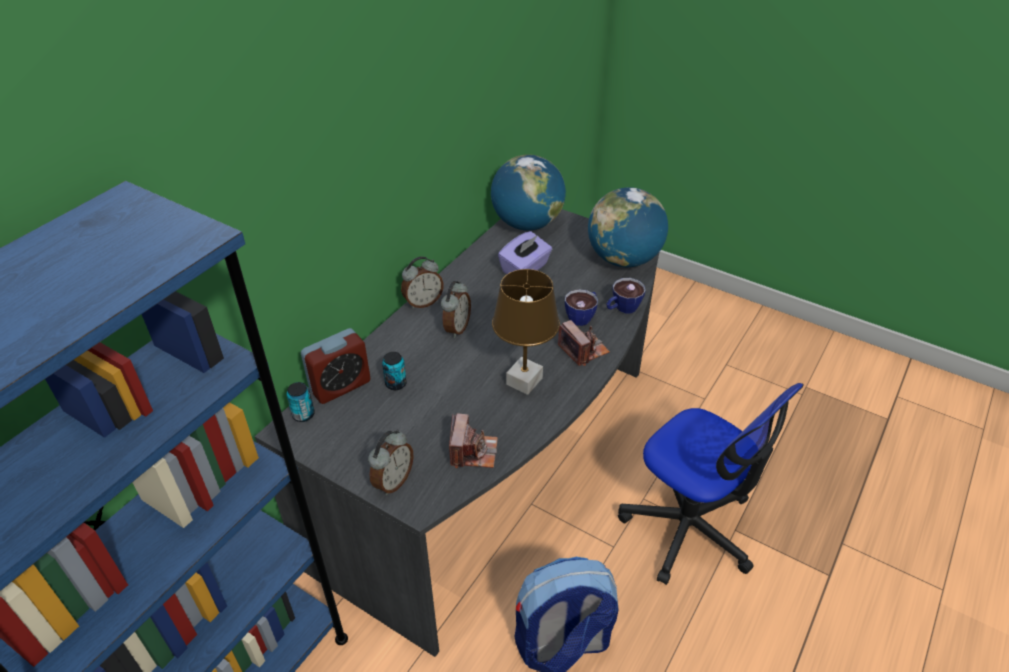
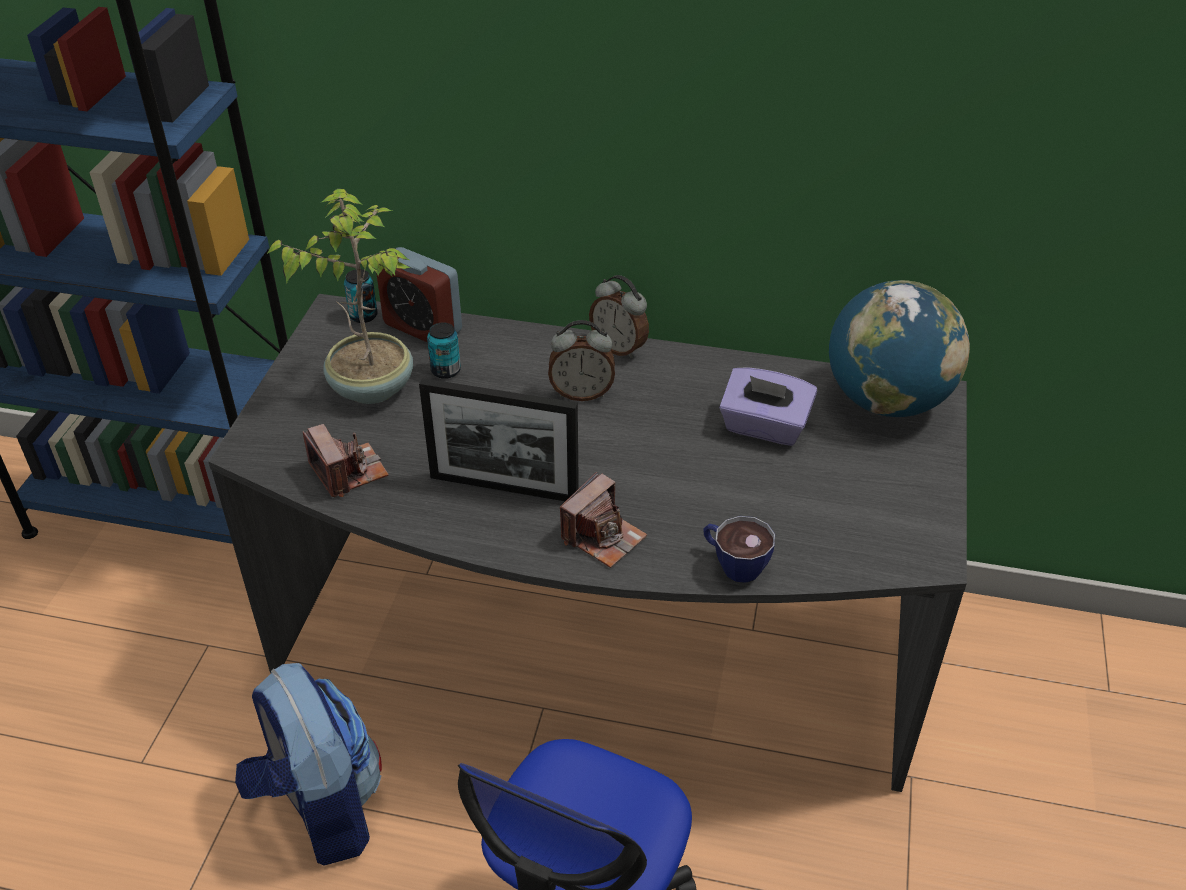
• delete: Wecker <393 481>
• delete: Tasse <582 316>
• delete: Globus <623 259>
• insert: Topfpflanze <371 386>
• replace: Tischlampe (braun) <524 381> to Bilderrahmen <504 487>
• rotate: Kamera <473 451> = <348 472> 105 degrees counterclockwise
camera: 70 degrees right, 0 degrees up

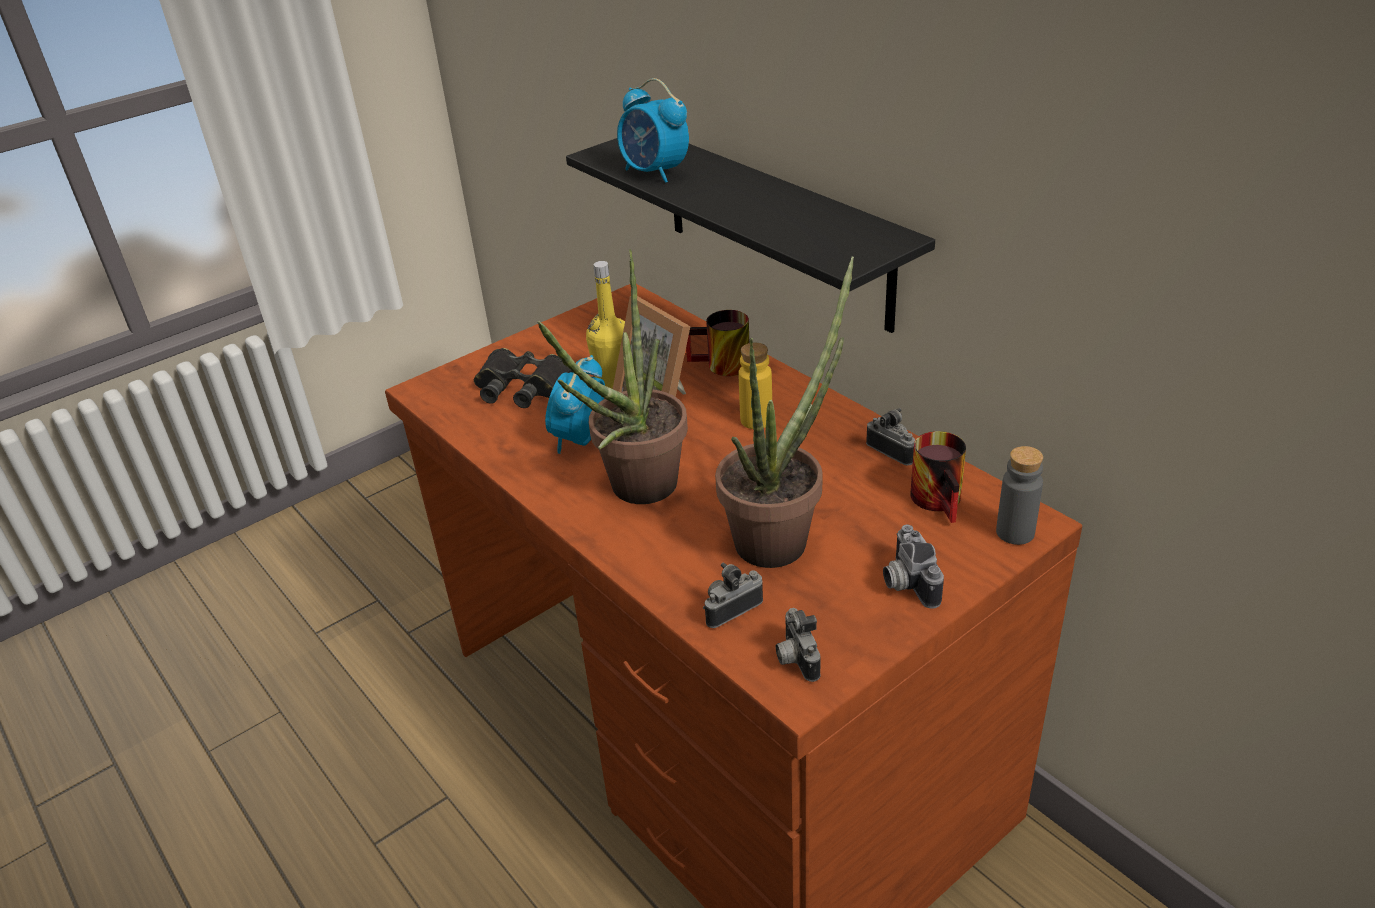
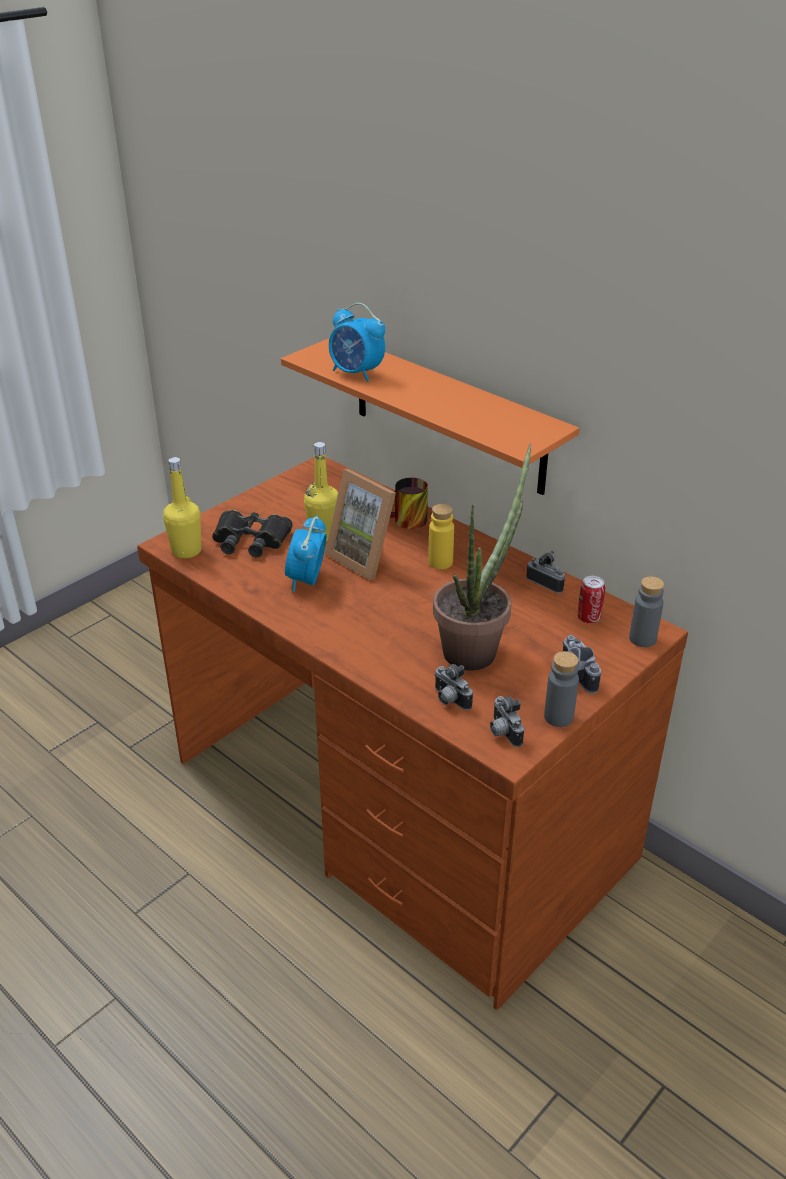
• delete: Topfpflanze <635 493>
• insert: Flasche (gelb) <186 551>
• insert: Flasche (grau) <558 717>
• replace: Henkelbecher <943 500> to Dose <588 618>
• recolor: Wandregal (schwarz) <775 227> to Wandregal (orange) <448 415>
• rotate: Kamera <730 609> = <449 700> 90 degrees counterclockwise
camera: 10 degrees left, 0 degrees up

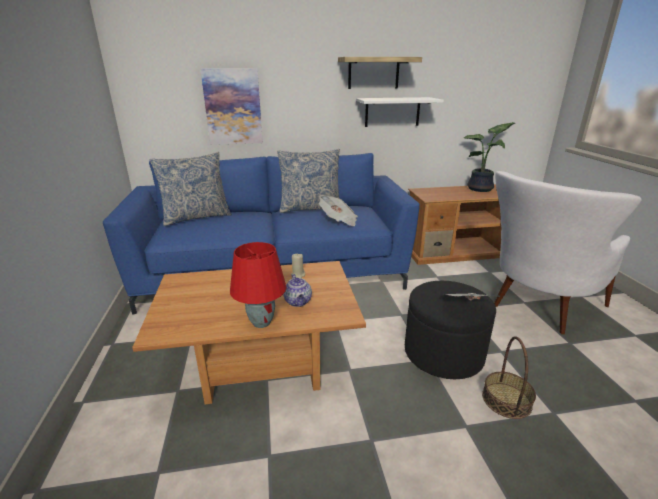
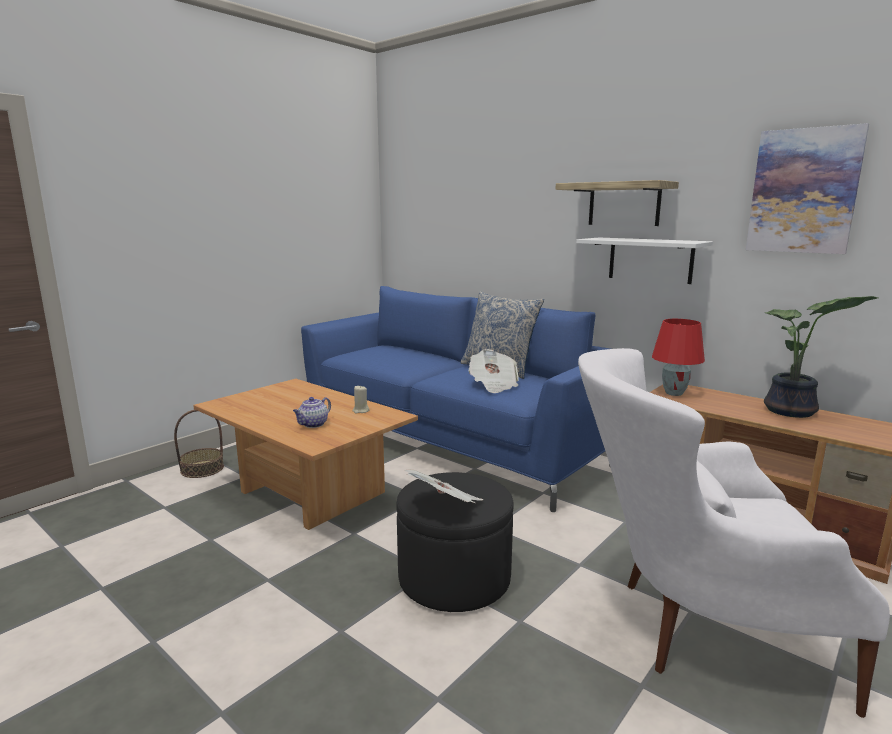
• delete: Kissen <196 217>
• move: Bild <233 107> to <803 191>
• move: Tischlampe (rot) <261 322> to <674 393>
• move: Korb <506 400> to <202 469>
camera: 50 degrees right, 10 degrees down

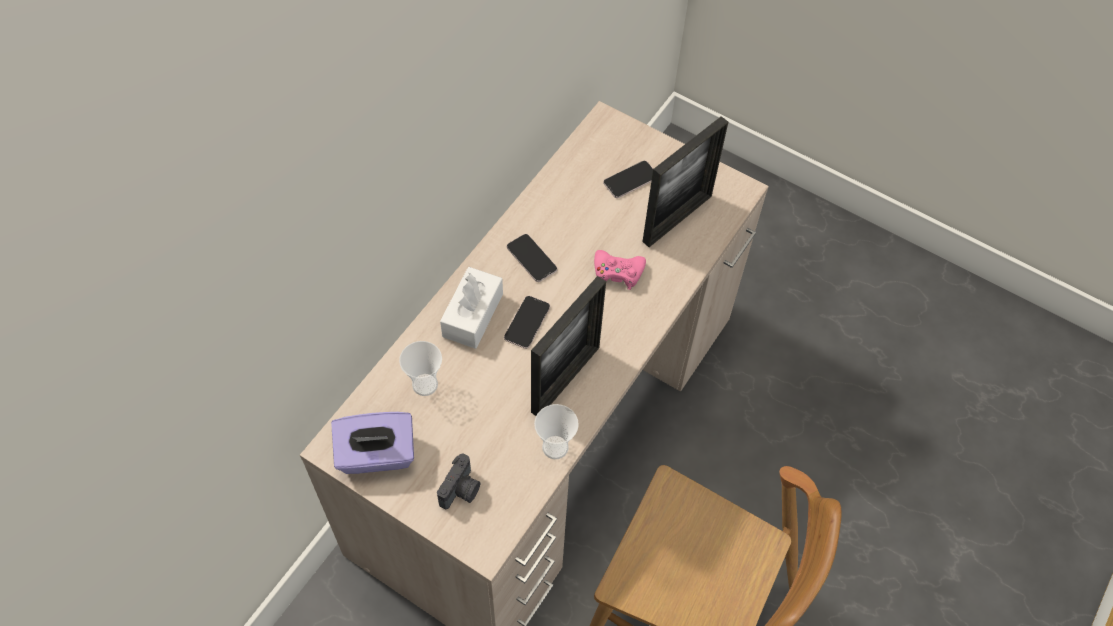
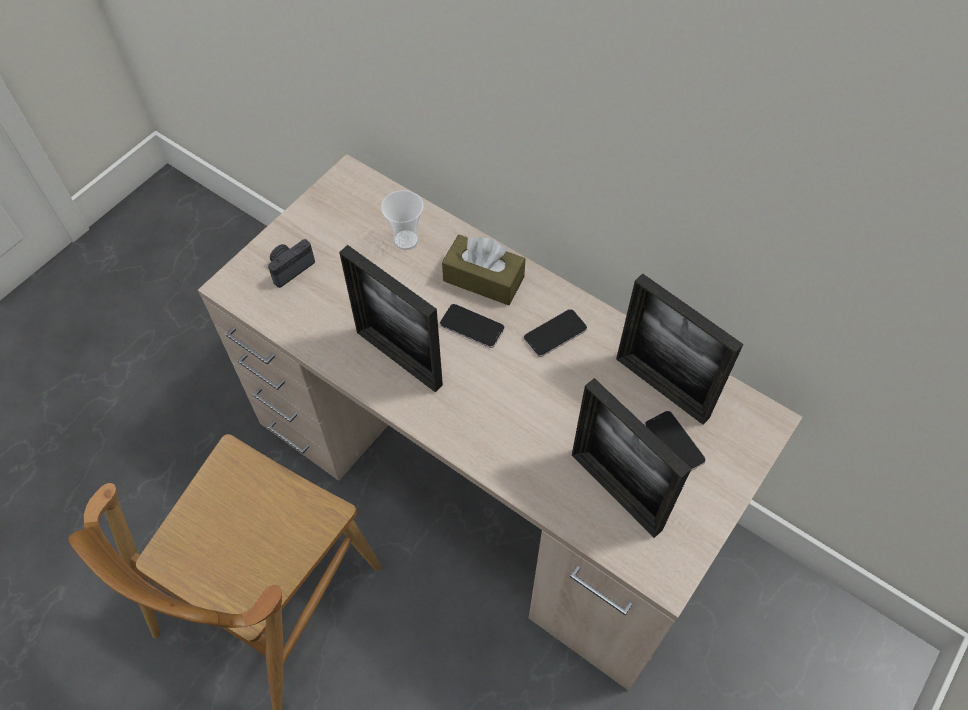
• delete: Taschentuchbox (lila) <377 455>
• delete: Tasse <555 447>
• delete: Gamepad (rosa) <618 272>
• insert: Bilderrahmen <662 387>
• recolor: Taschentuchbox (weiß) <472 315> to Taschentuchbox (braun) <483 279>
• rotate: Kamera <461 490> = <290 268> 105 degrees clockwise
camera: 95 degrees right, 0 degrees up

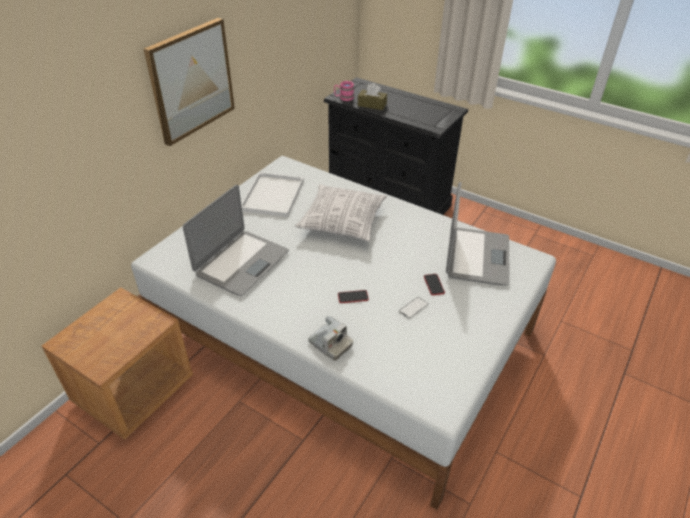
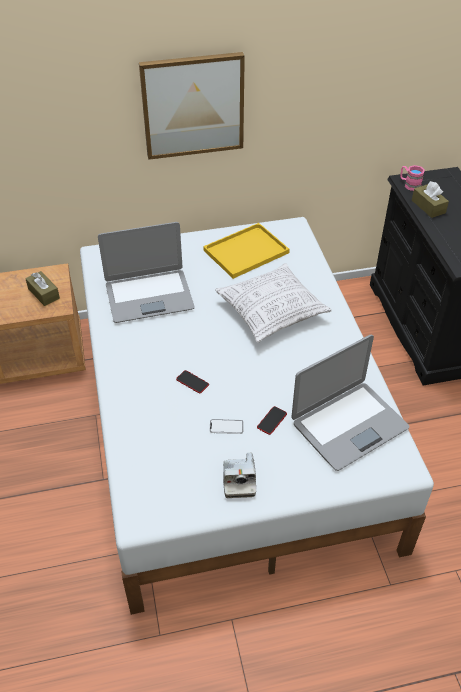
• insert: Taschentuchbox (braun) <43 293>
• move: Kamera <330 344> to <239 480>
• recolor: Tablett (weiß) <273 196> to Tablett (gelb) <245 252>
camera: 45 degrees right, 5 degrees up

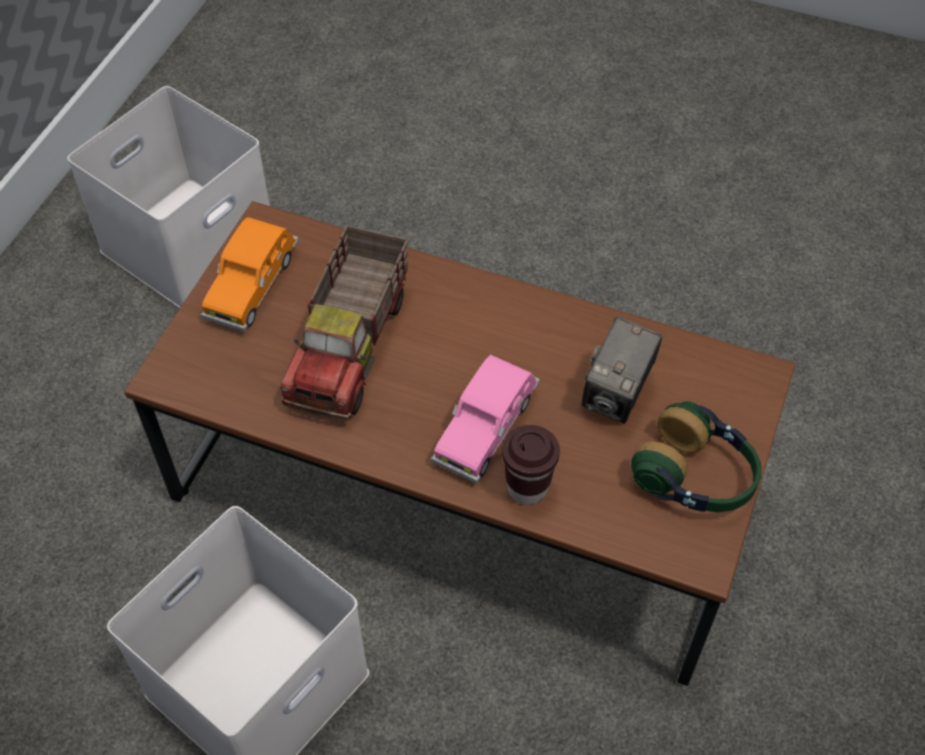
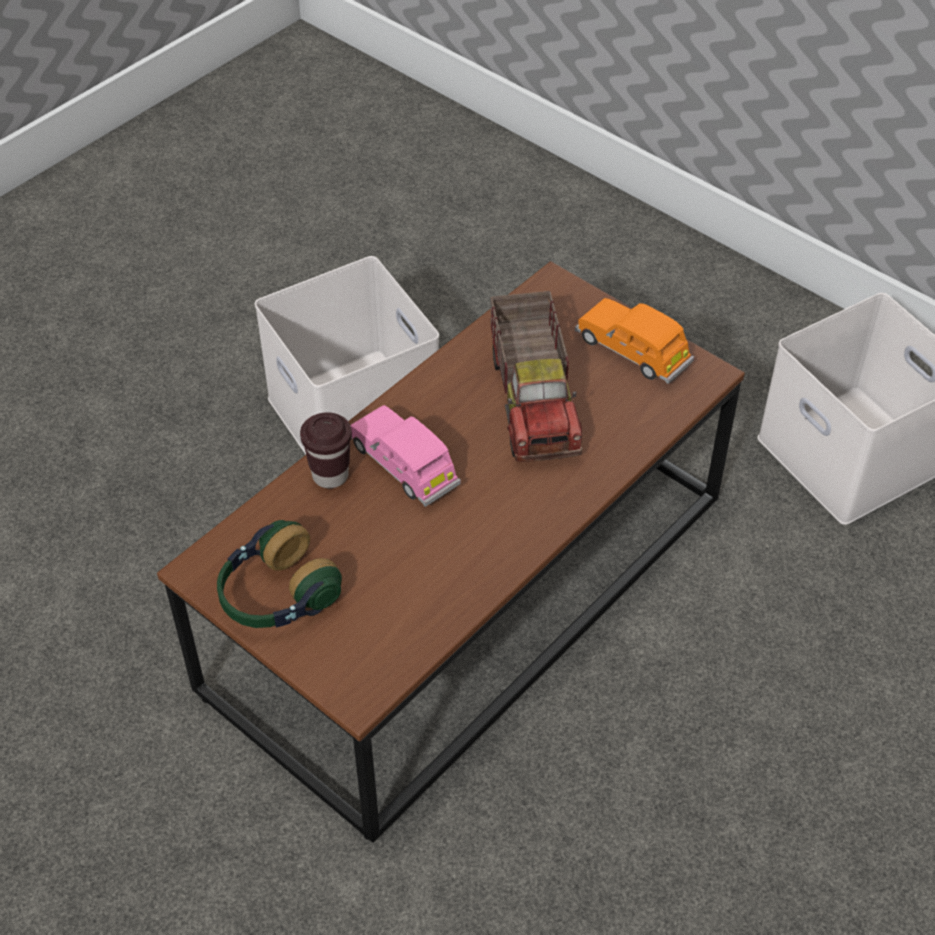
• delete: Kamera <617 394>
• rotate: Spielzeuglaster <352 346> = <534 401> 135 degrees counterclockwise
camera: 110 degrees right, 5 degrees down

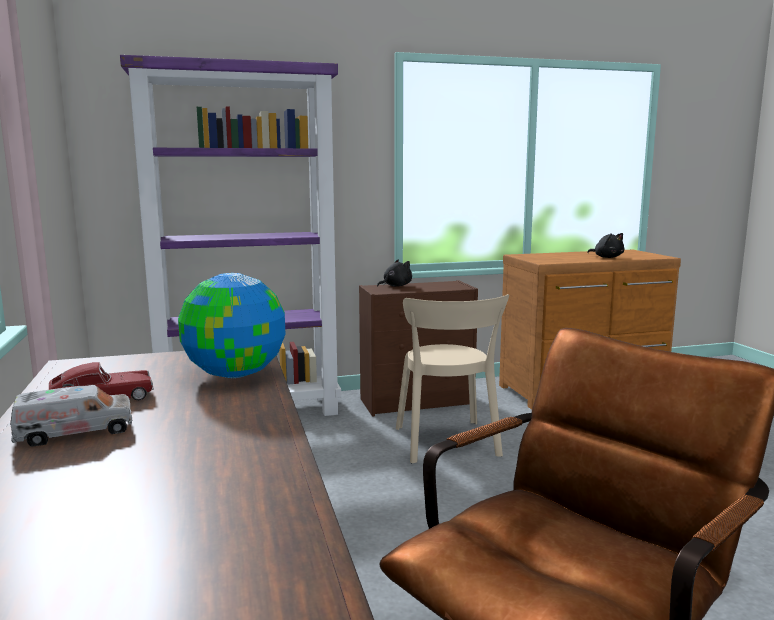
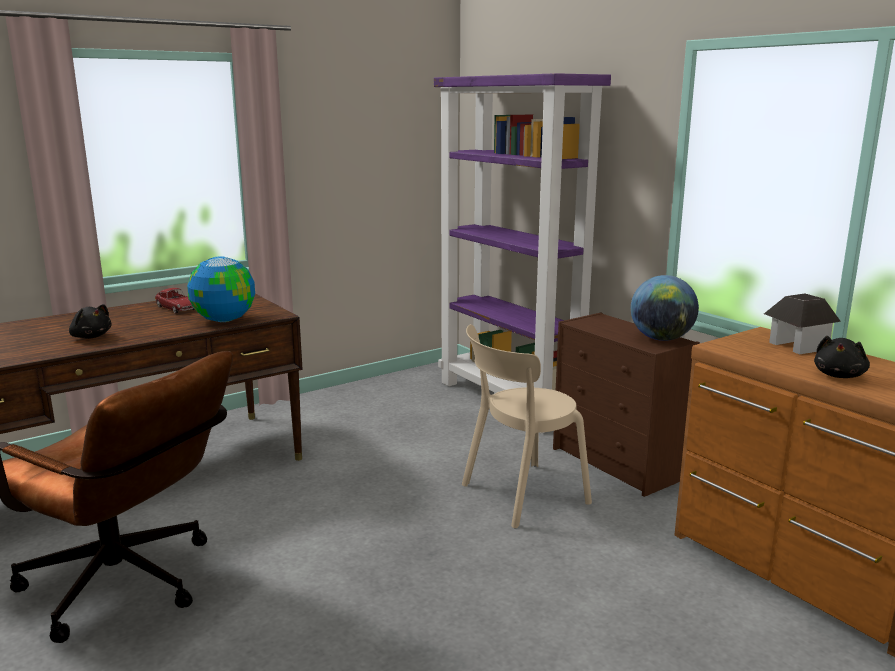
• delete: Spielzeuglaster <75 432>
• insert: Globus <661 339>
• insert: Spielzeughaus <797 346>
• move: Plüschtier (schwarz) <395 286> to <91 337>
camera: 70 degrees right, 5 degrees up

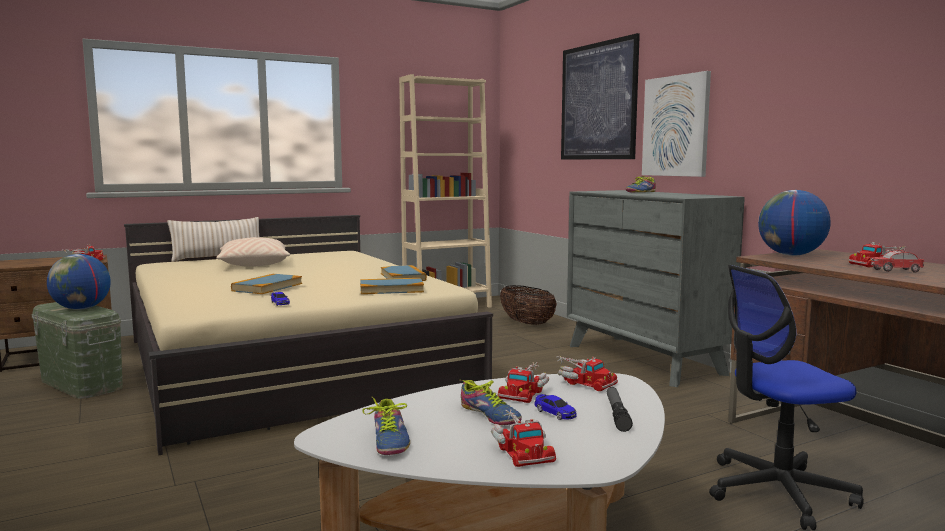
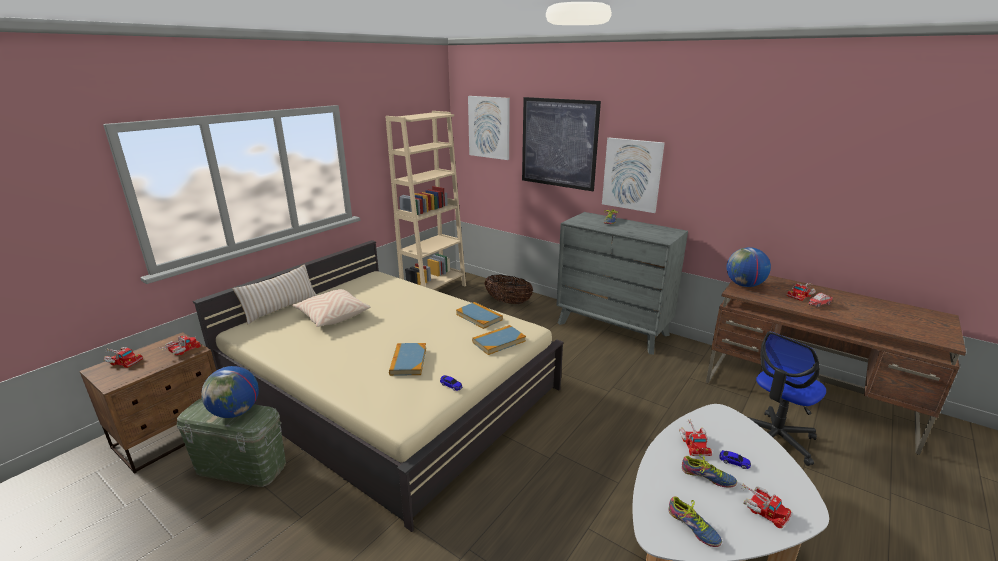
• delete: Taschenlampe <617 414>
• insert: Bild <489 127>
• move: Spielzeuglaster <583 382> to <123 361>
camera: 25 degrees left, 15 degrees up

